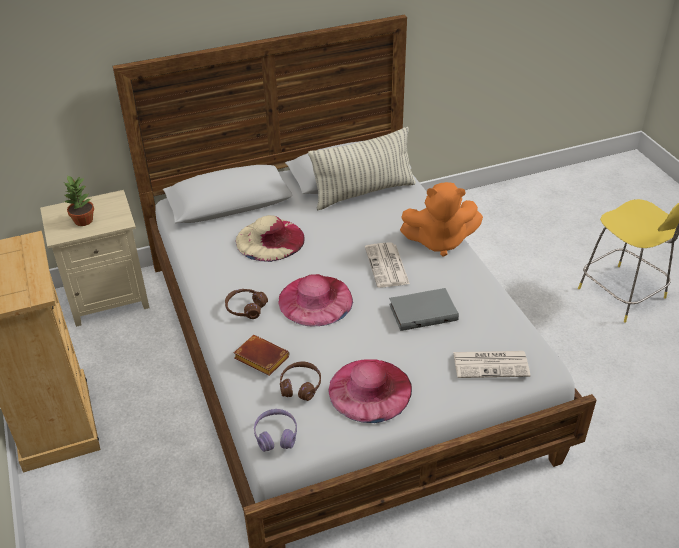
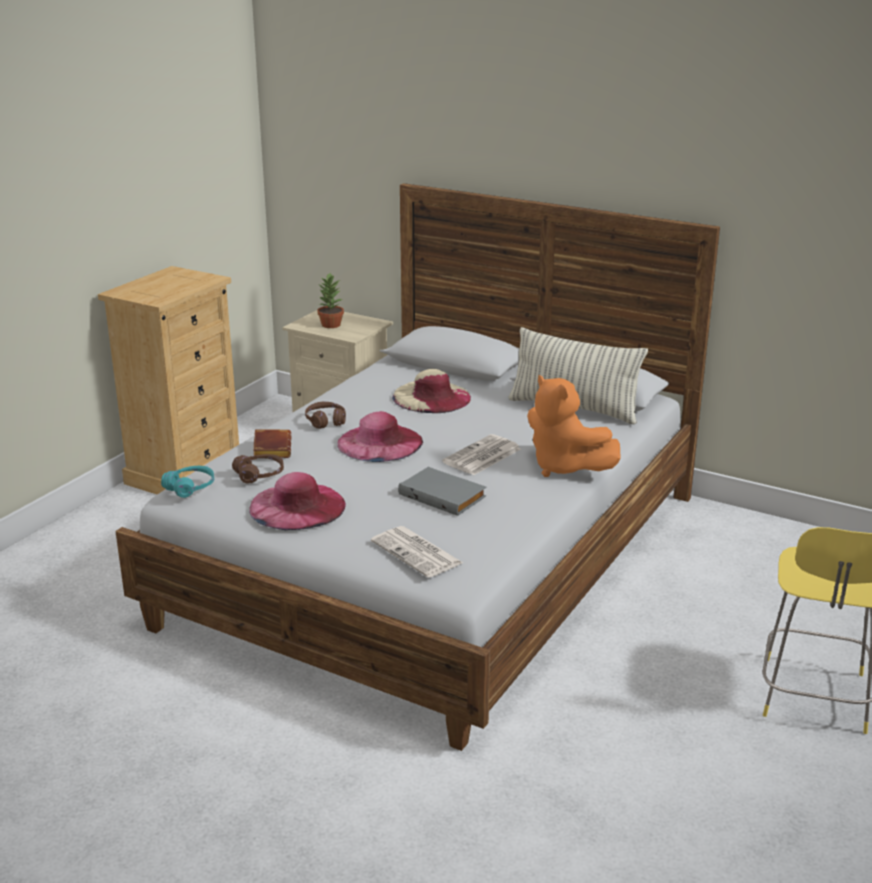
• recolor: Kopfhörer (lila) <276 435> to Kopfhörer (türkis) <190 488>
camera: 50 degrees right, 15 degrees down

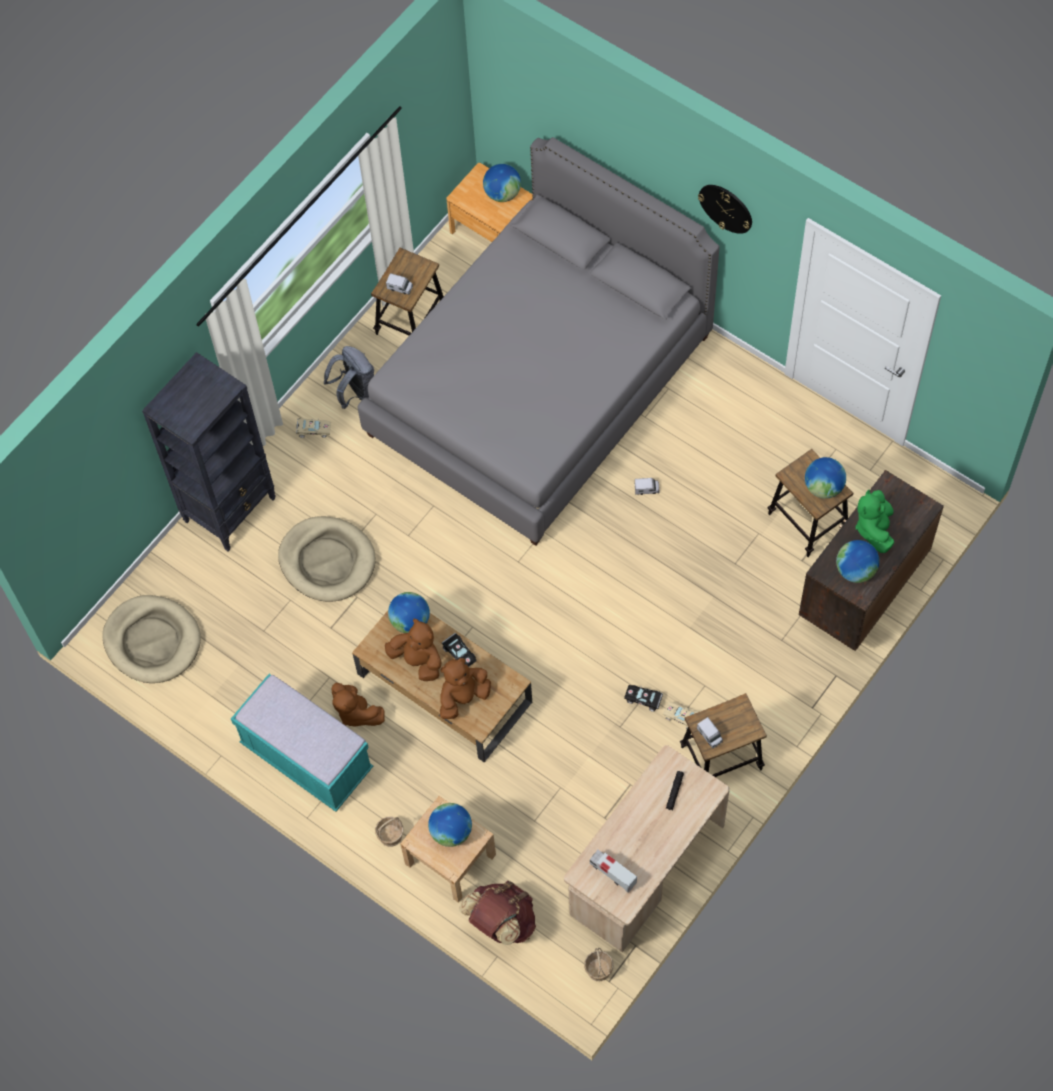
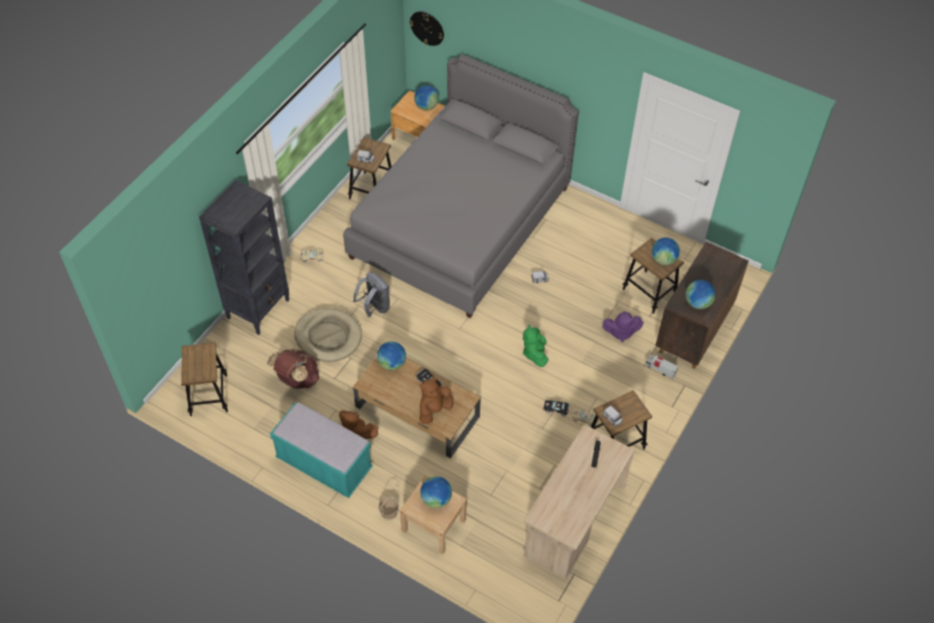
• delete: Plüschtier (braun) <418 660>
• delete: Korb <598 970>
• insert: Plüschtier (lila) <621 332>
• move: Rucksack (grau) <355 392> to <374 307>
• move: Rucksack (braun) <501 922> to <297 379>
• move: Spielzeuglaster <612 873> to <660 369>
• move: Wanduhr <726 208> to <427 28>
• move: Plüschtier (grün) <874 528> to <535 353>
• replace: Hundebett (beige) <152 641> to Hocker <208 395>
camera: 10 degrees left, 10 degrees down

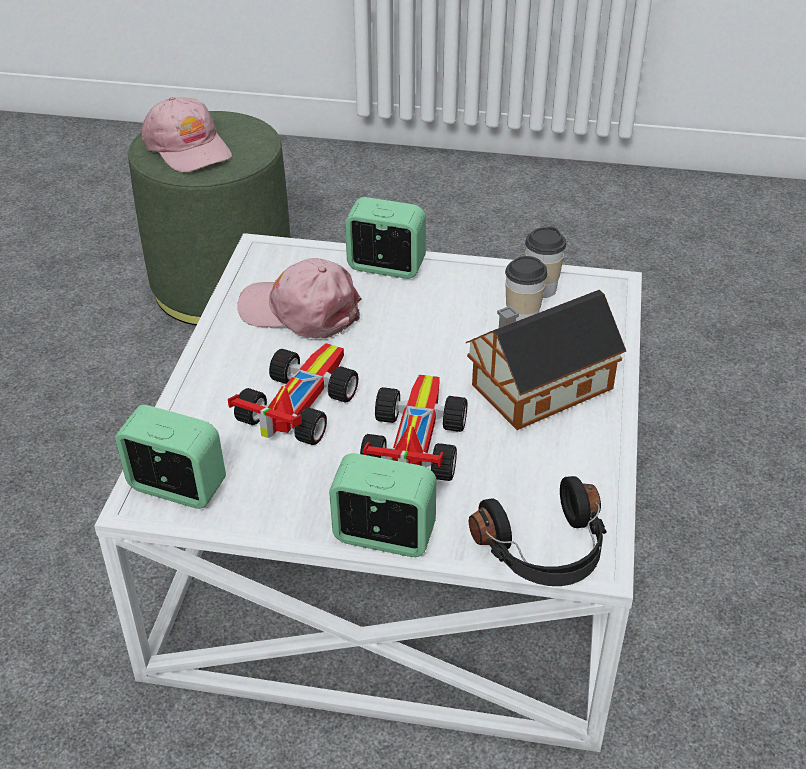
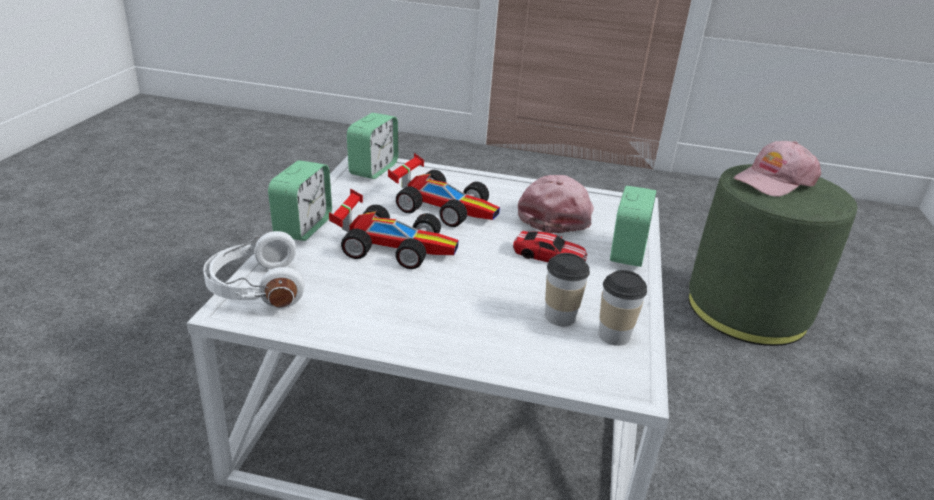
• delete: Spielzeughaus <536 388>
• insert: Spielzeugauto <549 256>
• recolor: Kopfhörer (schwarz) <545 552> to Kopfhörer (weiß) <255 287>
camera: 90 degrees right, 10 degrees down

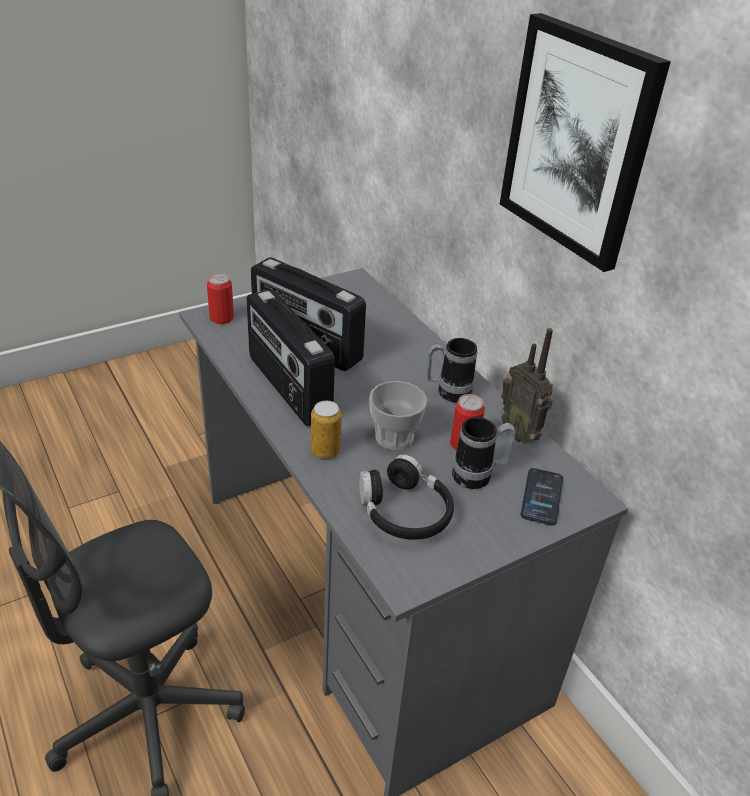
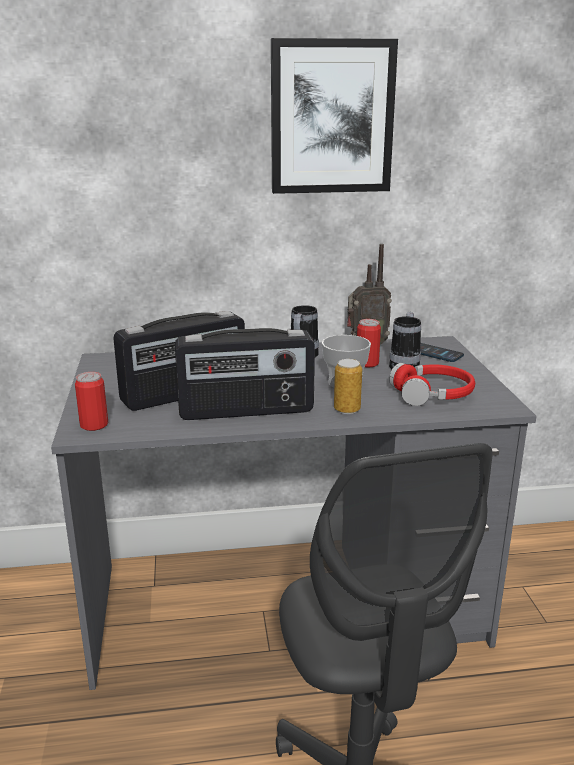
• recolor: Kopfhörer (schwarz) <404 511> to Kopfhörer (rot) <432 394>
camera: 65 degrees left, 15 degrees down

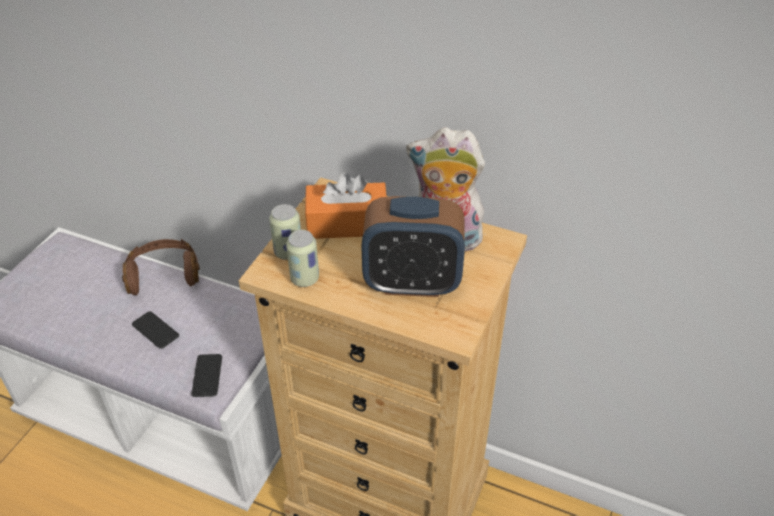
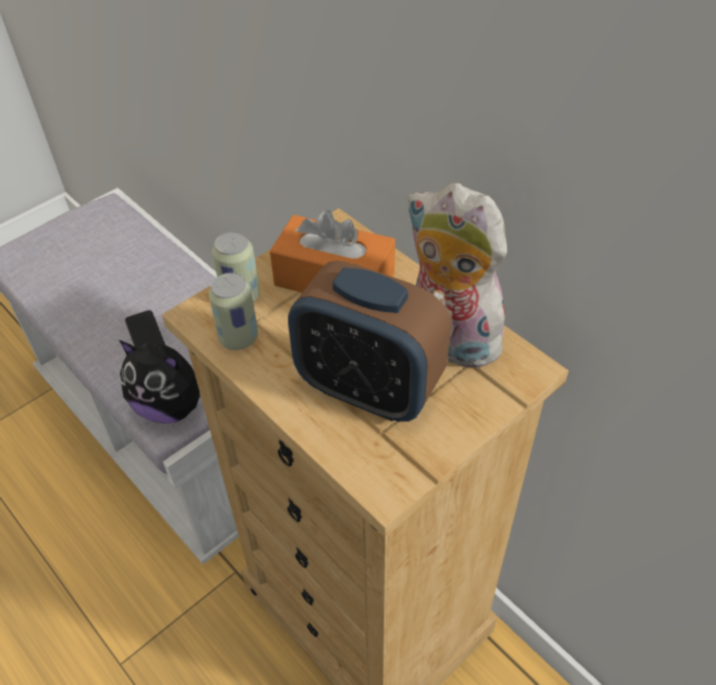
• delete: Kopfhörer (braun) <163 274>
• replace: Handy <207 376> to Plüschtier <171 406>
camera: 25 degrees right, 5 degrees up

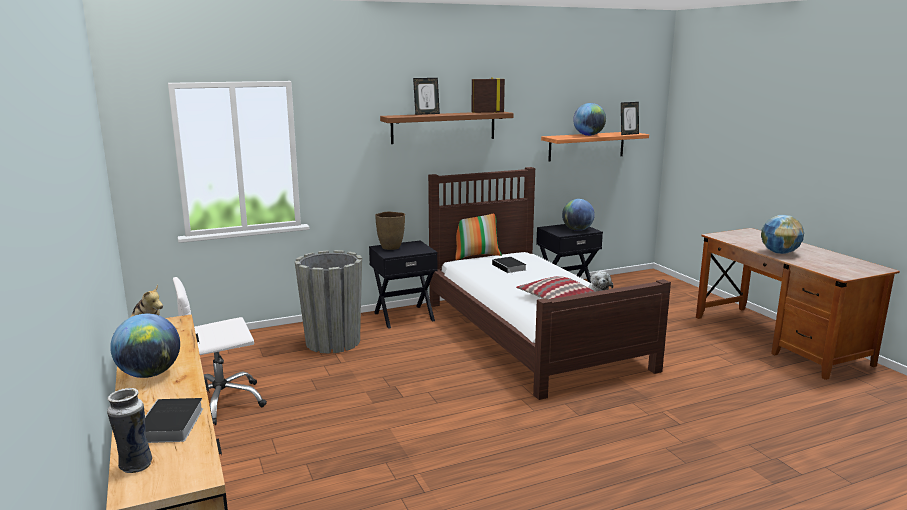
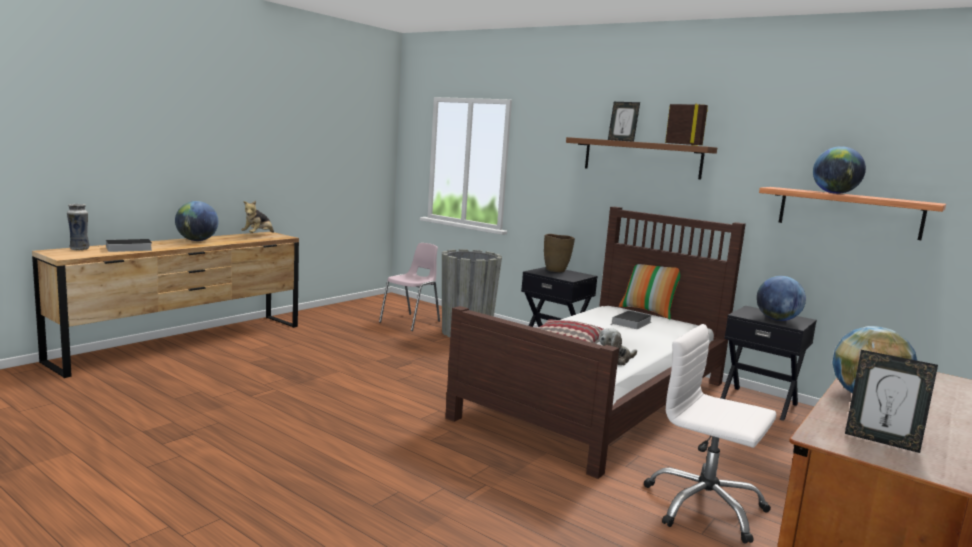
• insert: Stuhl (rosa) <411 322>
• move: Bürostuhl (weiß) <221 402> to <704 507>
• move: Bilderrahmen <628 134> to <881 441>
camera: 60 degrees right, 5 degrees down

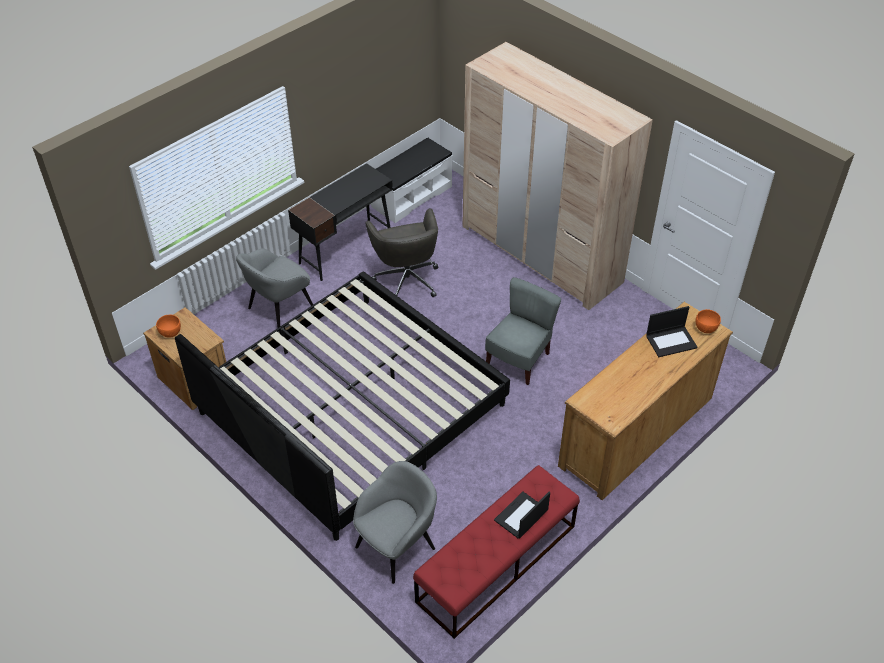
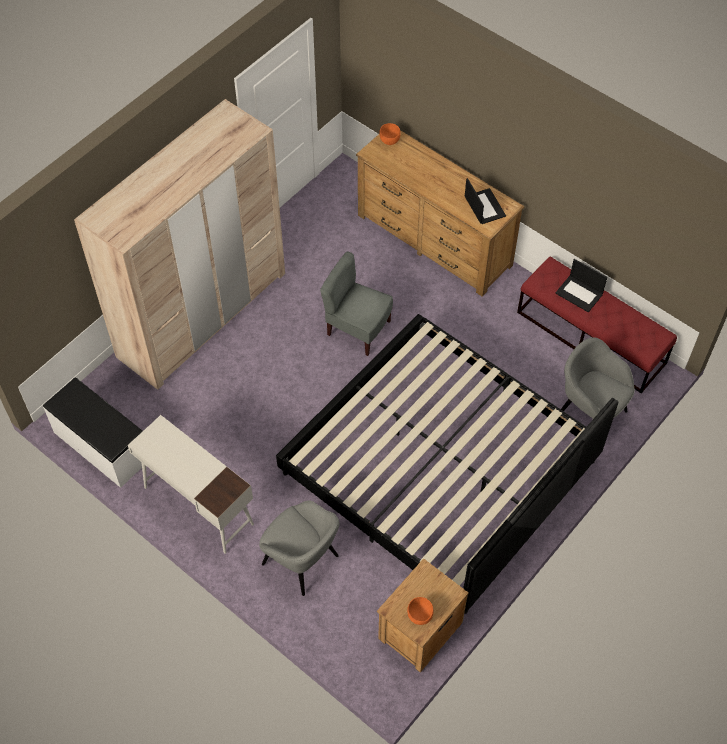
• delete: Bürostuhl (grau) <406 279>
• move: Laptop <671 341> to <484 206>
• recolor: Schreibtisch (schwarz) <346 249> to Schreibtisch (weiß) <198 505>
camera: 95 degrees left, 10 degrees up

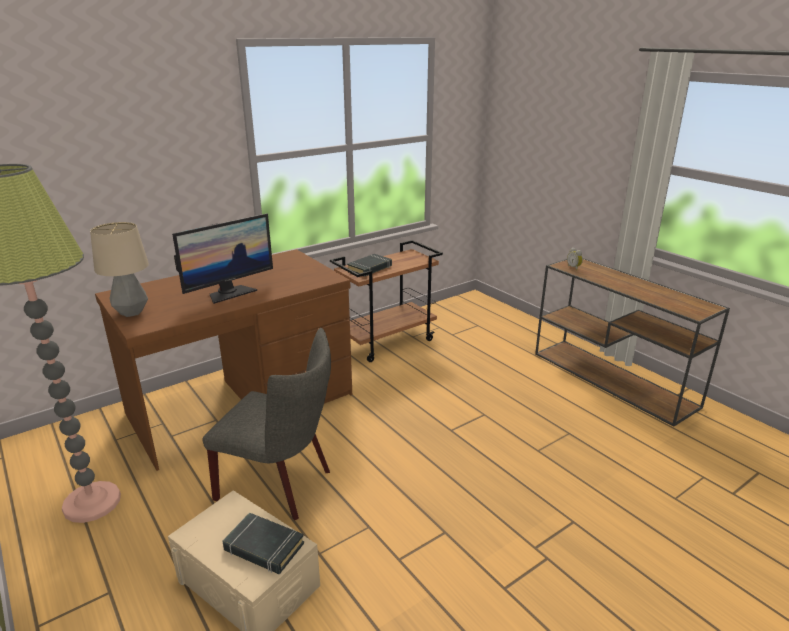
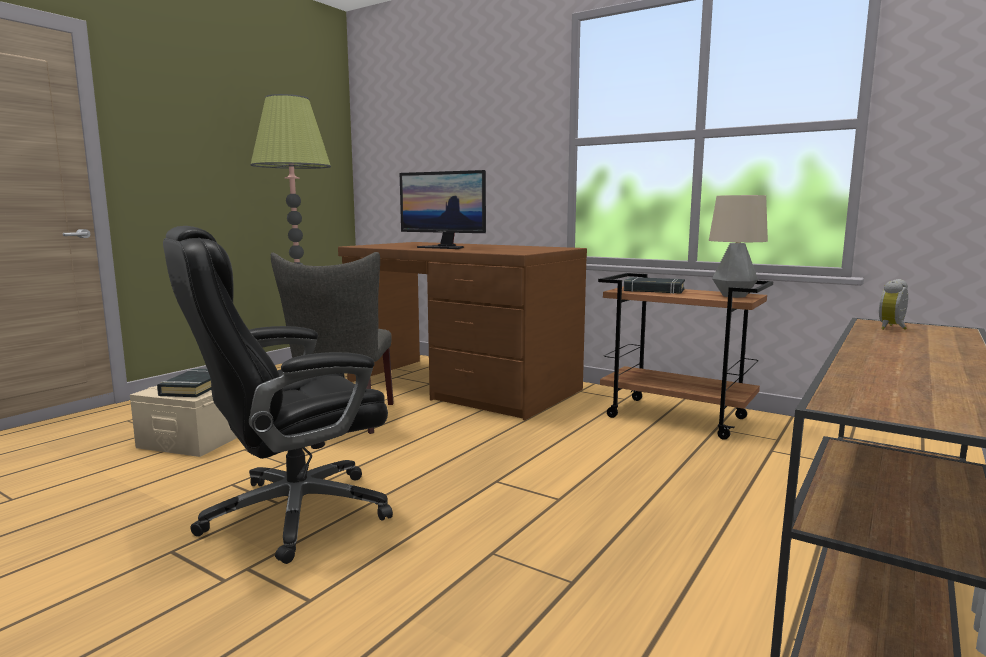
• insert: Bürostuhl (schwarz) <292 514>
• move: Tischlampe <131 312> to <733 296>
camera: 70 degrees right, 15 degrees down

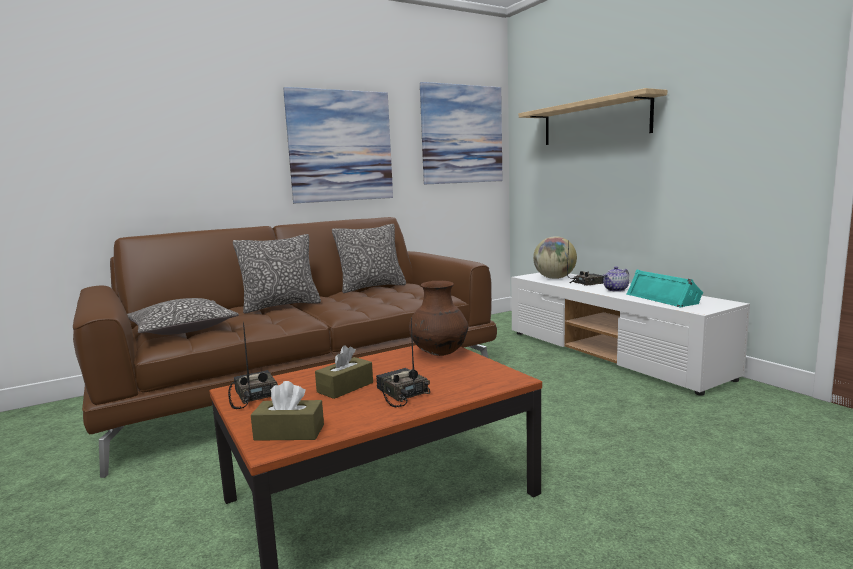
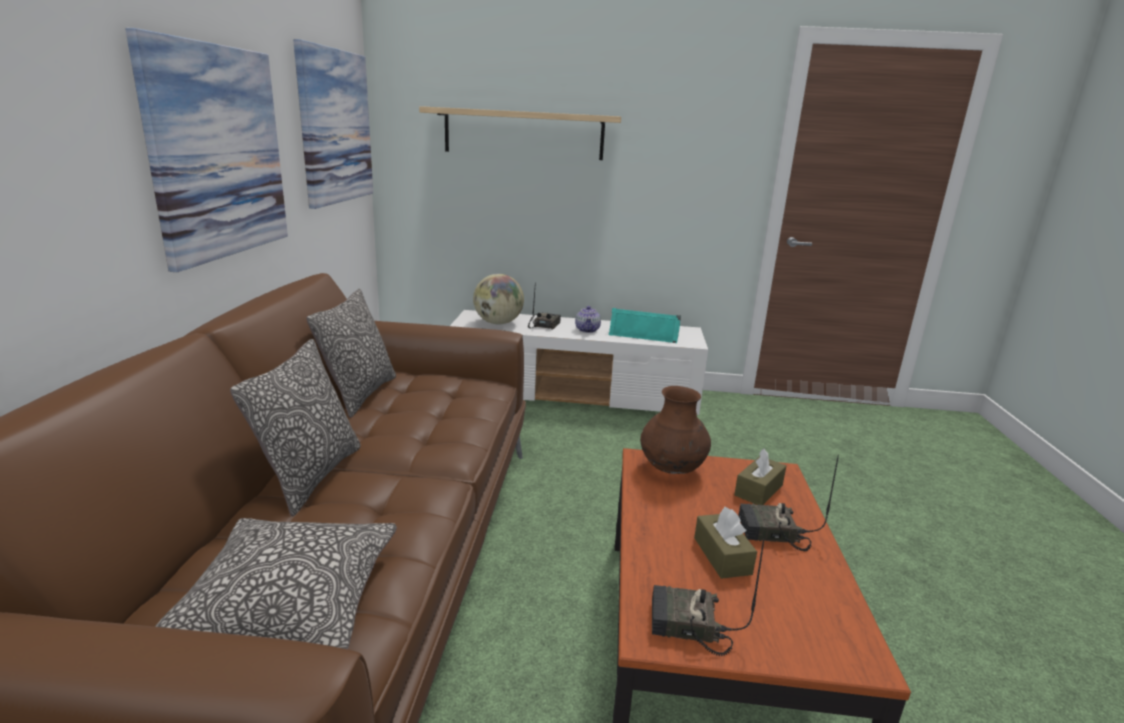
• move: Taschentuchbox (braun) <289 432> to <758 490>
camera: 55 degrees left, 10 degrees up

